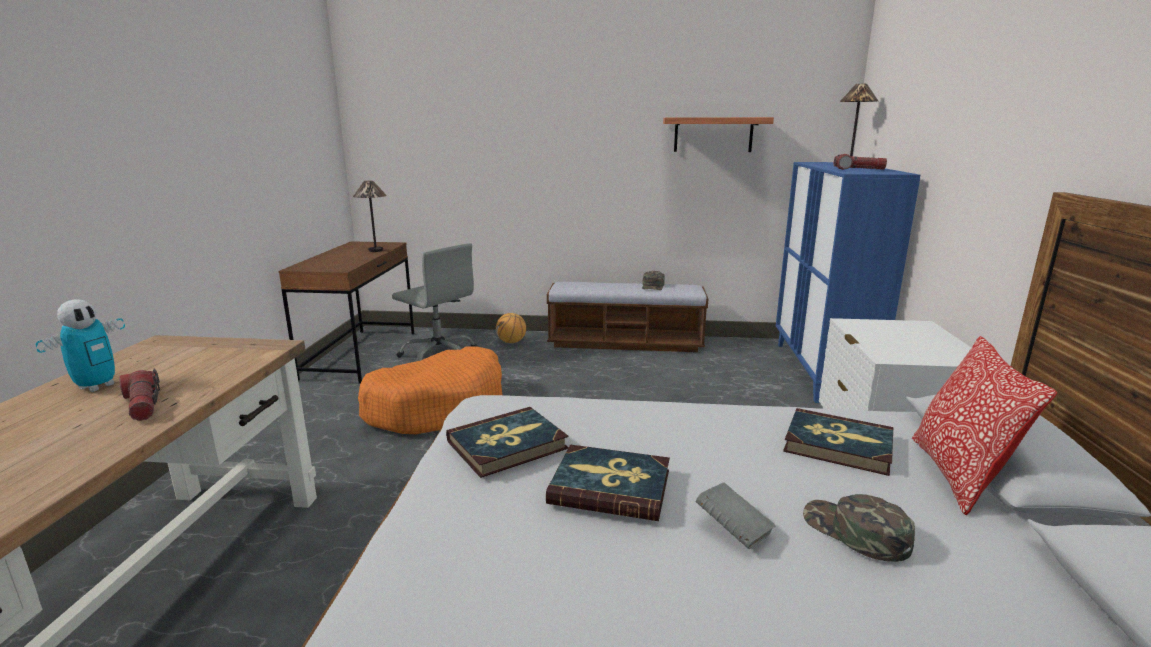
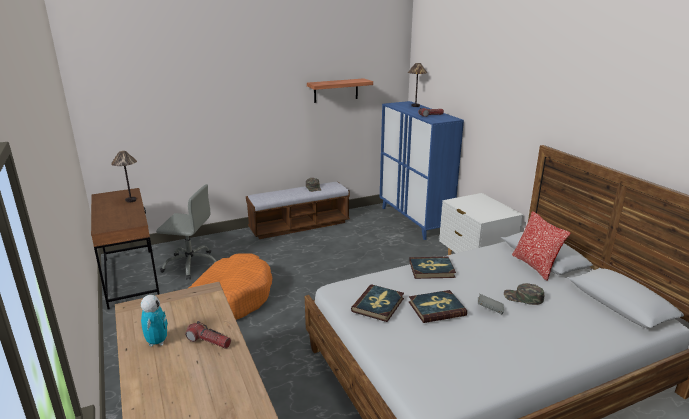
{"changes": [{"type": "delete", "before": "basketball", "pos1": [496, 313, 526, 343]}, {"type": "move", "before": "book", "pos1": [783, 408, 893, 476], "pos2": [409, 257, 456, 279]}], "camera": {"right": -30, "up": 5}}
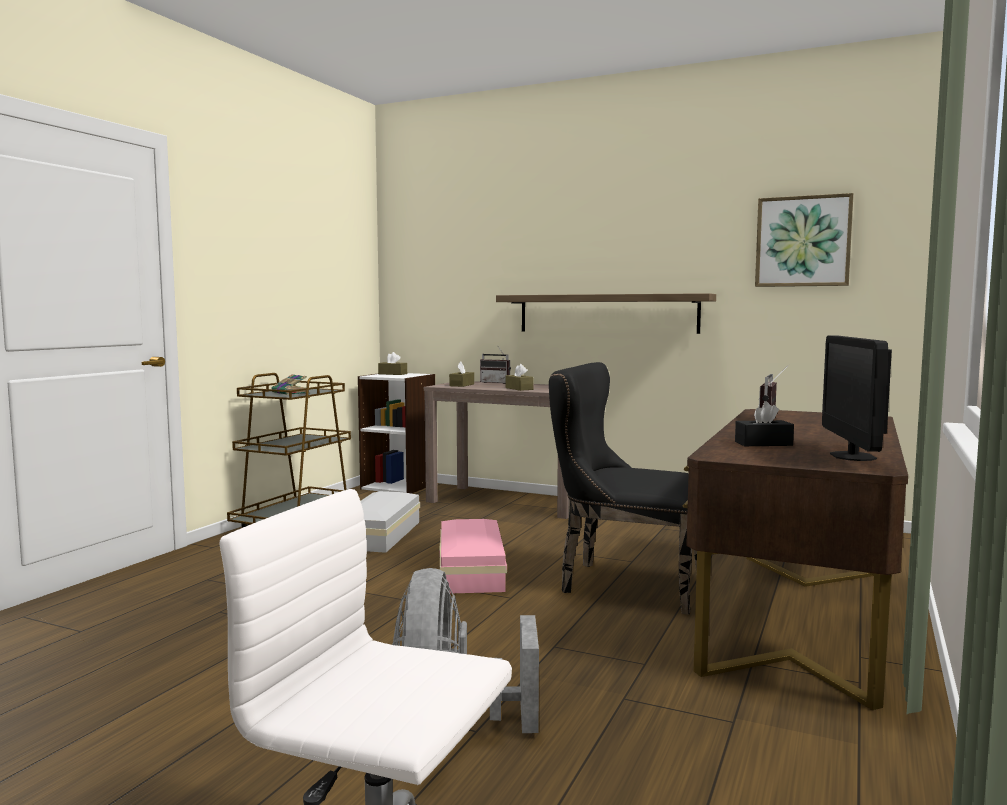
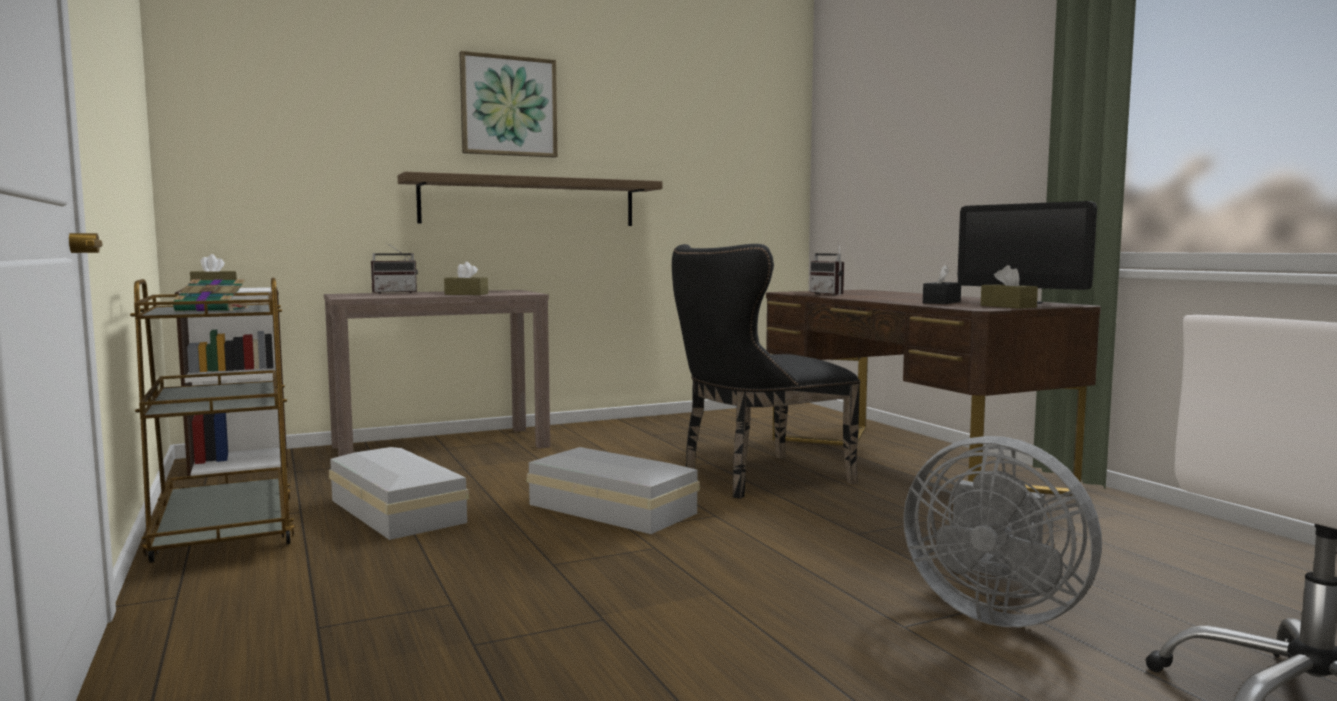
{"changes": [{"type": "move", "before": "tissue box (brown)", "pos1": [449, 362, 474, 387], "pos2": [981, 265, 1038, 309]}, {"type": "move", "before": "picture", "pos1": [755, 193, 854, 287], "pos2": [460, 51, 558, 158]}, {"type": "recolor", "before": "storage box (pink)", "after": "storage box (white)", "pos1": [440, 519, 507, 594], "pos2": [527, 447, 700, 534]}], "camera": {"right": -50, "up": 0}}
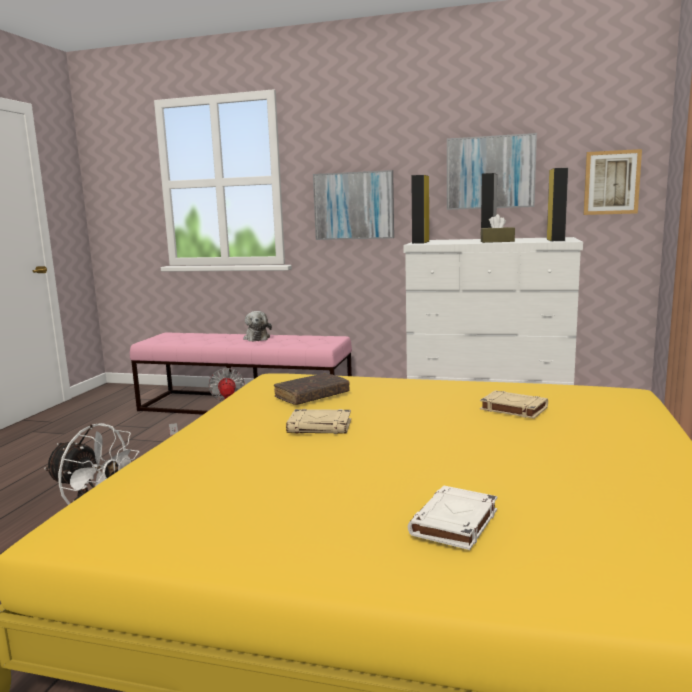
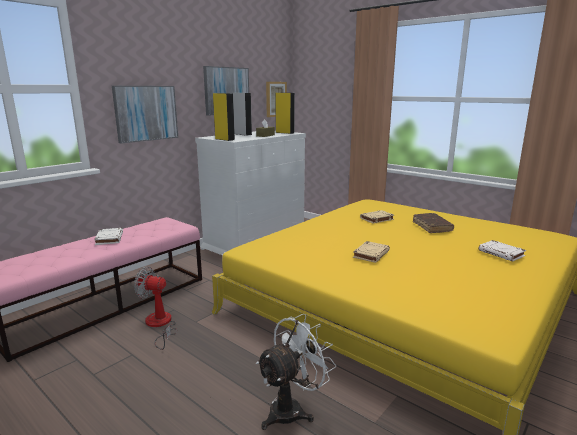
{"changes": [{"type": "move", "before": "book (brown)", "pos1": [274, 373, 350, 405], "pos2": [413, 213, 454, 233]}, {"type": "replace", "before": "plush toy", "after": "book (white)", "pos1": [243, 311, 272, 341], "pos2": [94, 228, 123, 245]}], "camera": {"right": -65, "up": 5}}
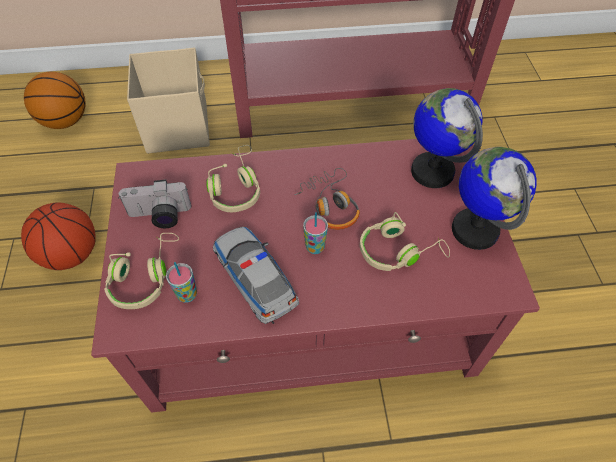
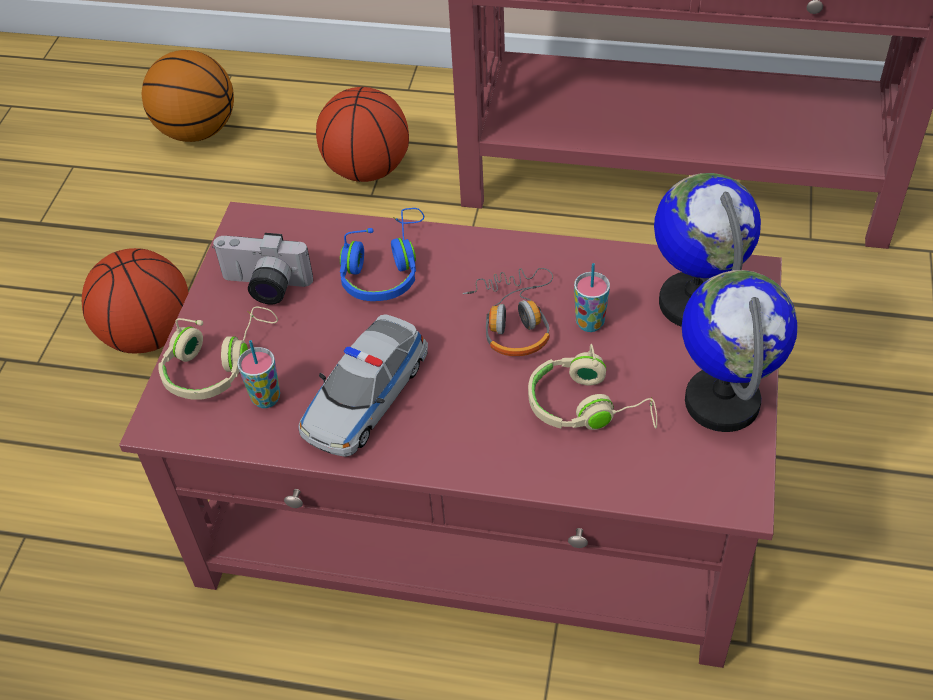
{"changes": [{"type": "move", "before": "cup", "pos1": [303, 212, 328, 254], "pos2": [574, 263, 610, 332]}, {"type": "replace", "before": "storage box (beige)", "after": "basketball", "pos1": [127, 47, 210, 153], "pos2": [316, 87, 409, 182]}, {"type": "recolor", "before": "headphones (beige)", "after": "headphones (blue)", "pos1": [206, 145, 260, 212], "pos2": [340, 208, 424, 301]}, {"type": "rotate", "before": "toy car", "pos1": [213, 227, 299, 324], "pos2": [299, 315, 428, 457], "turn": -135}], "camera": {"right": 20, "up": -5}}
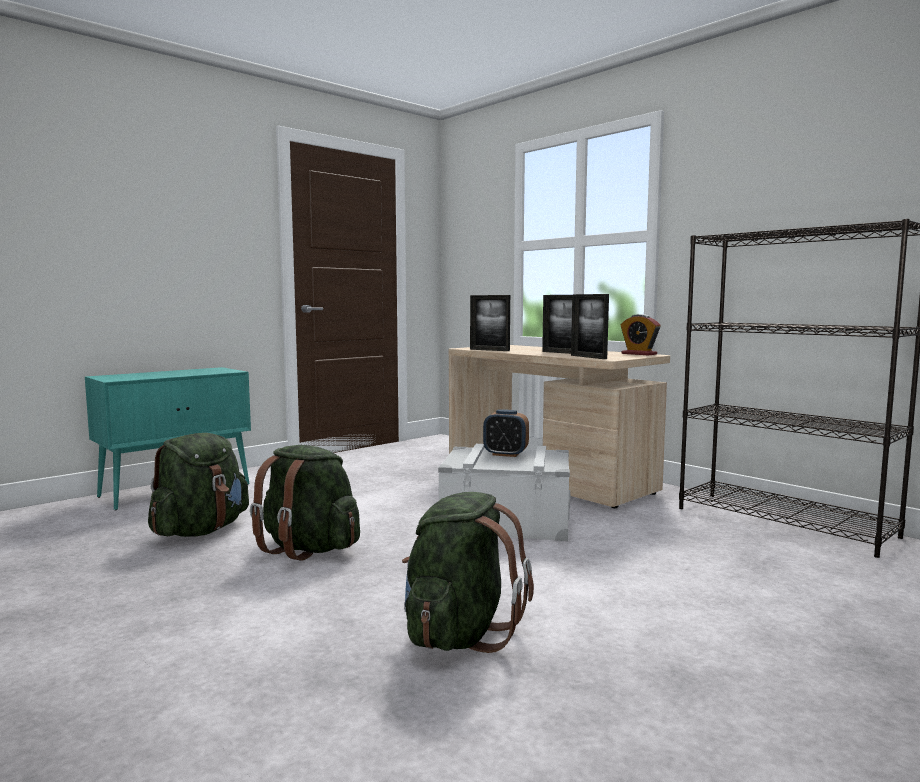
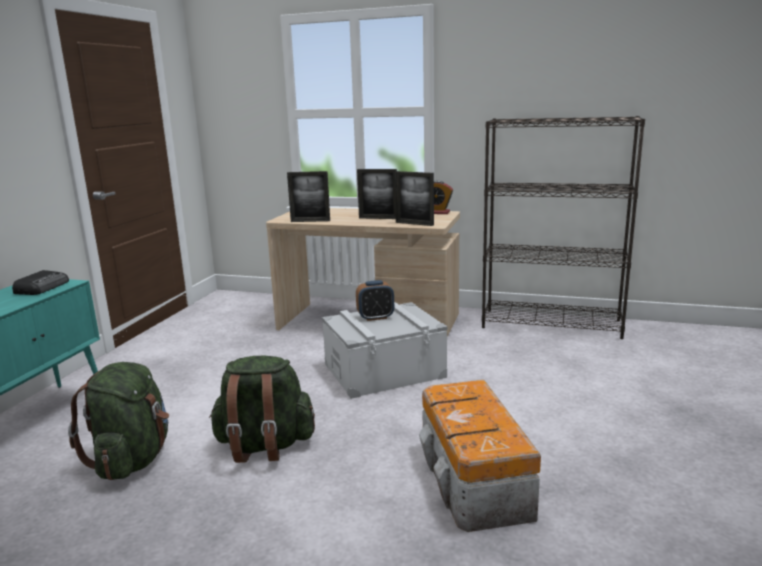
{"changes": [{"type": "insert", "after": "radio", "pos2": [12, 270, 69, 295]}, {"type": "replace", "before": "backpack (green)", "after": "storage box", "pos1": [402, 492, 534, 653], "pos2": [419, 380, 541, 532]}], "camera": {"right": -30, "up": 10}}
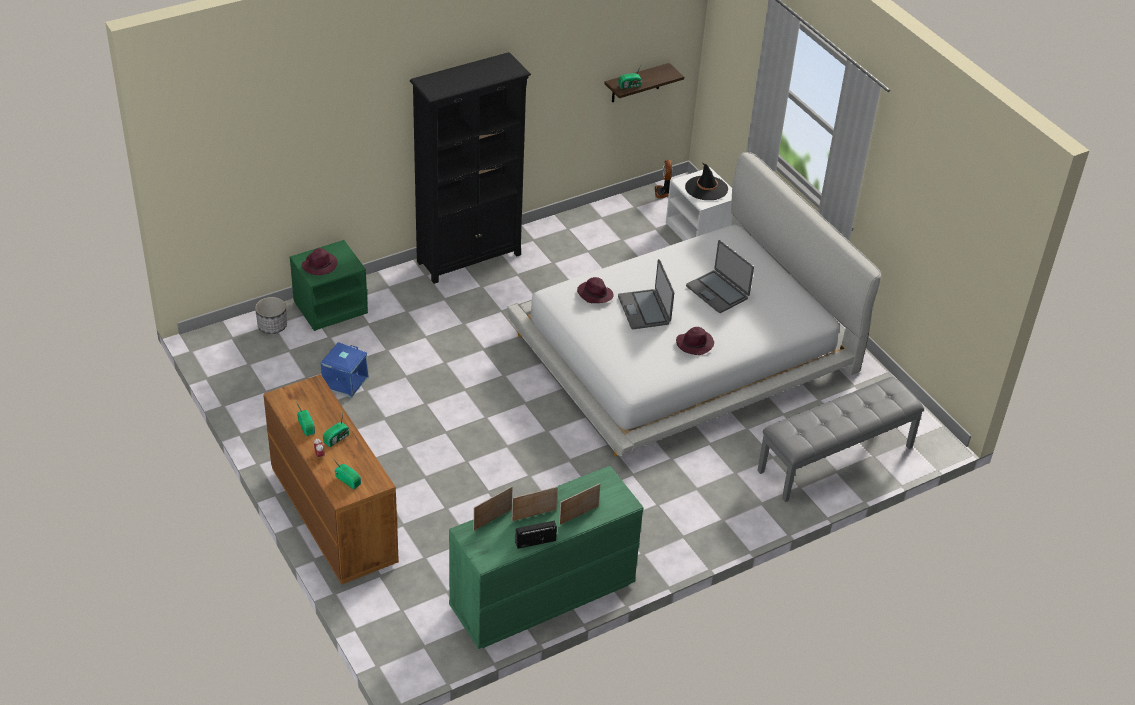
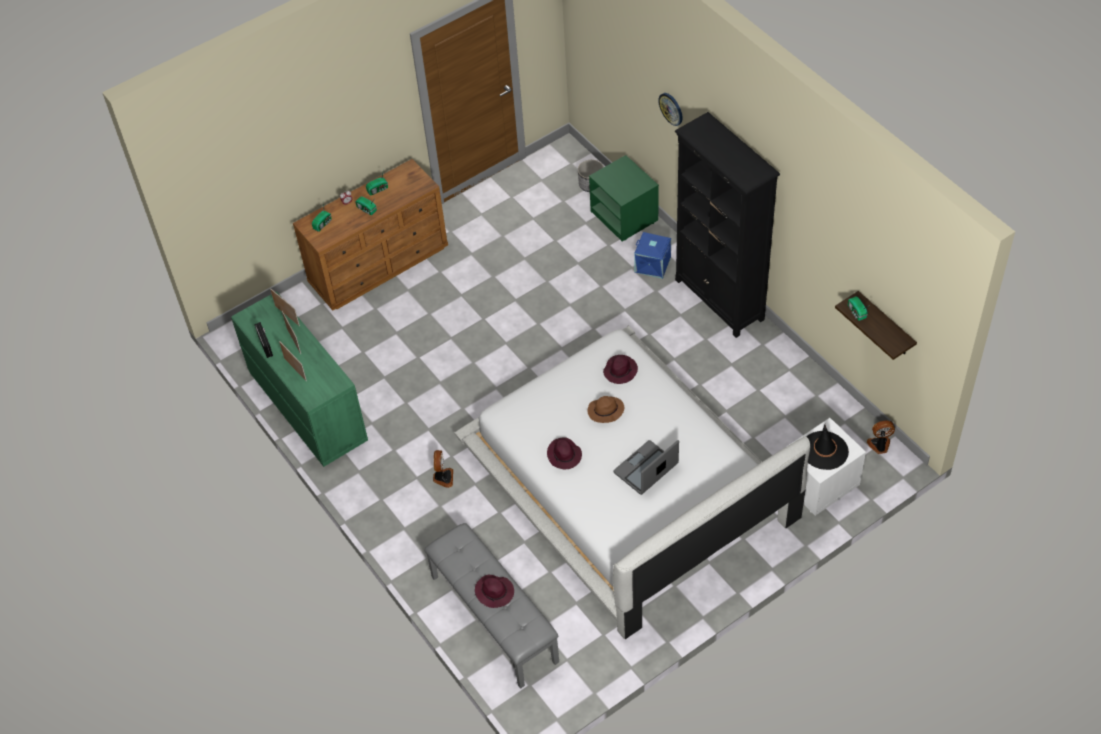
{"changes": [{"type": "insert", "after": "fan", "pos2": [433, 450, 453, 488]}, {"type": "insert", "after": "wall clock", "pos2": [658, 93, 683, 126]}, {"type": "move", "before": "hat (purple)", "pos1": [302, 248, 338, 275], "pos2": [475, 575, 514, 608]}, {"type": "move", "before": "storage box (blue)", "pos1": [321, 342, 369, 398], "pos2": [634, 232, 671, 279]}, {"type": "replace", "before": "laptop", "after": "hat (brown)", "pos1": [618, 259, 674, 329], "pos2": [587, 396, 624, 423]}], "camera": {"right": 90, "up": 10}}
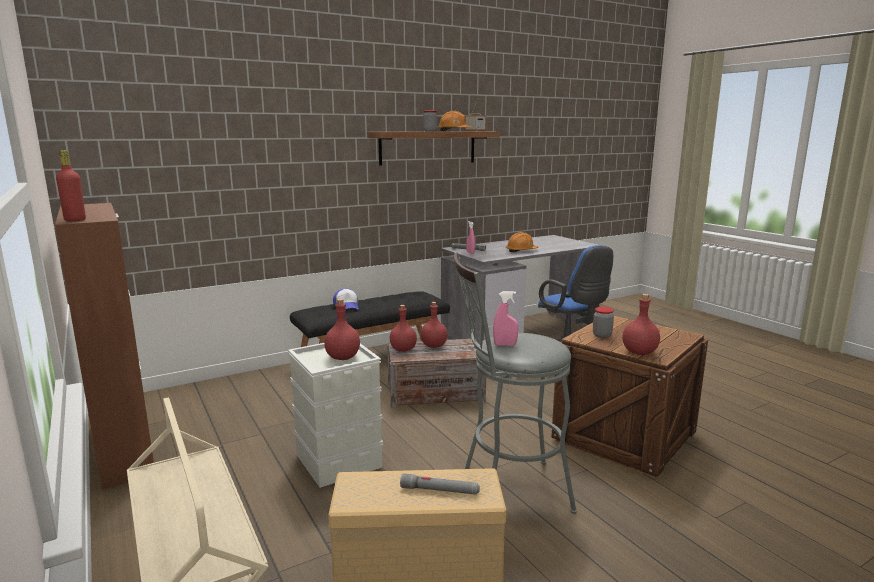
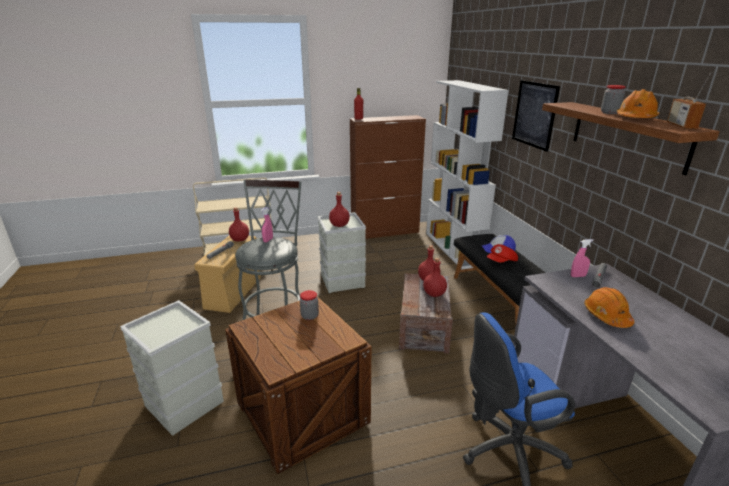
{"changes": [{"type": "insert", "after": "storage box (grey)", "pos2": [120, 300, 224, 436]}, {"type": "insert", "after": "bookcase (white)", "pos2": [426, 80, 509, 270]}, {"type": "insert", "after": "cap (red)", "pos2": [486, 244, 518, 263]}, {"type": "insert", "after": "picture", "pos2": [512, 80, 560, 152]}, {"type": "move", "before": "bottle (red)", "pos1": [623, 294, 660, 355], "pos2": [229, 207, 249, 242]}], "camera": {"right": 105, "up": 10}}
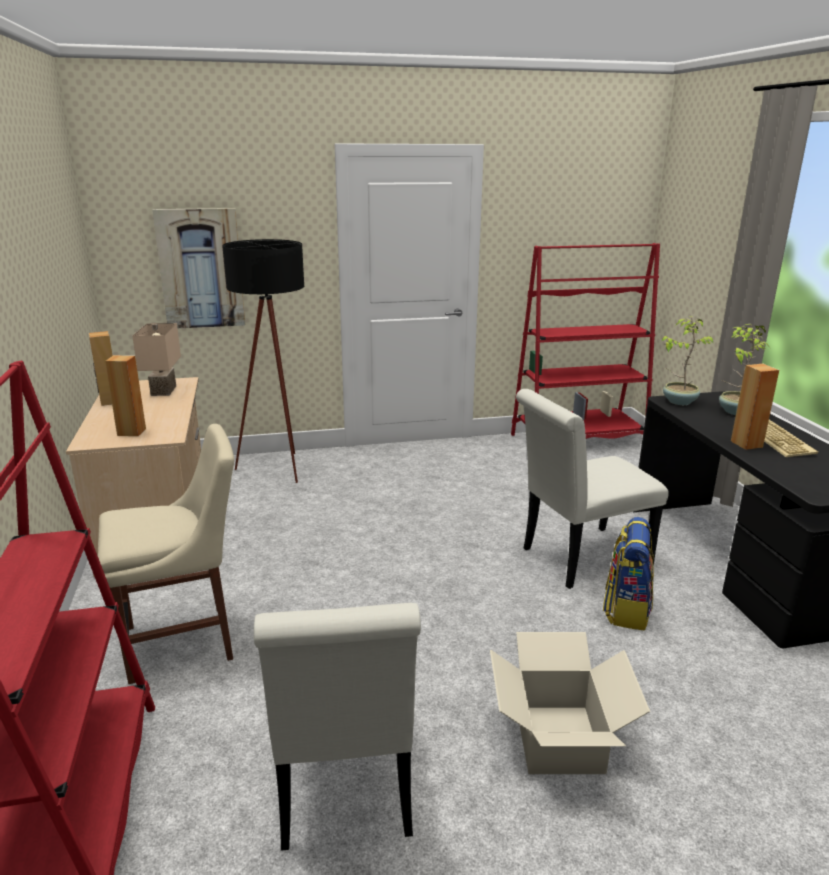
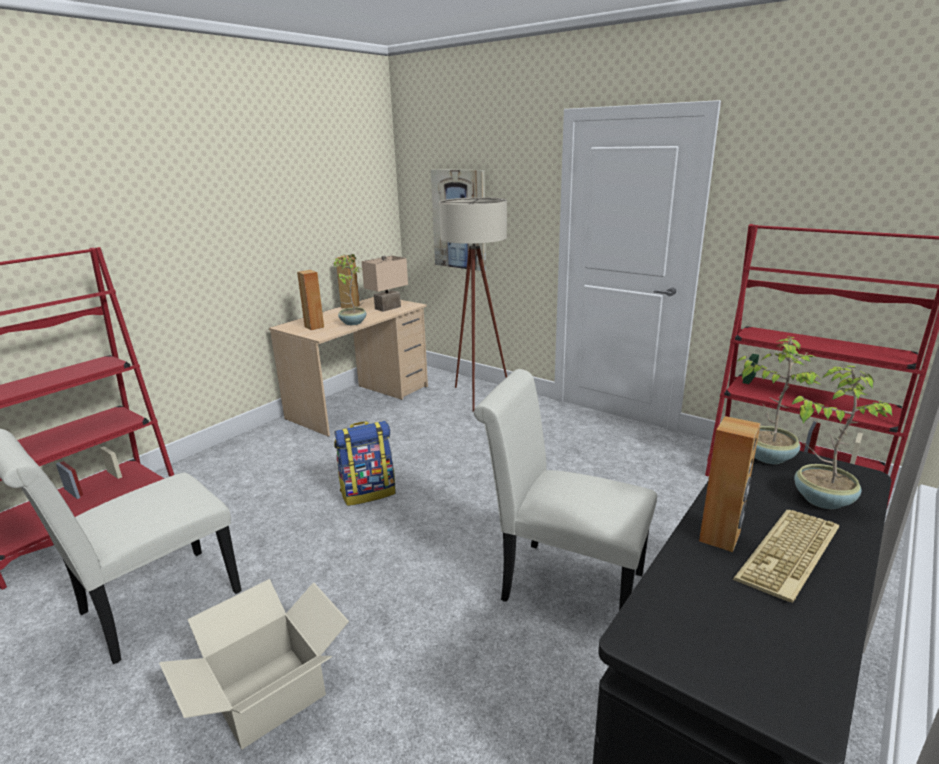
{"changes": [{"type": "delete", "before": "chair (beige)", "pos1": [98, 424, 234, 684]}, {"type": "insert", "after": "potted plant", "pos2": [334, 254, 366, 325]}, {"type": "move", "before": "backpack", "pos1": [603, 517, 654, 631], "pos2": [334, 421, 396, 506]}, {"type": "recolor", "before": "floor lamp (black)", "after": "floor lamp (beige)", "pos1": [222, 239, 304, 483], "pos2": [439, 197, 507, 412]}], "camera": {"right": 50, "up": 0}}
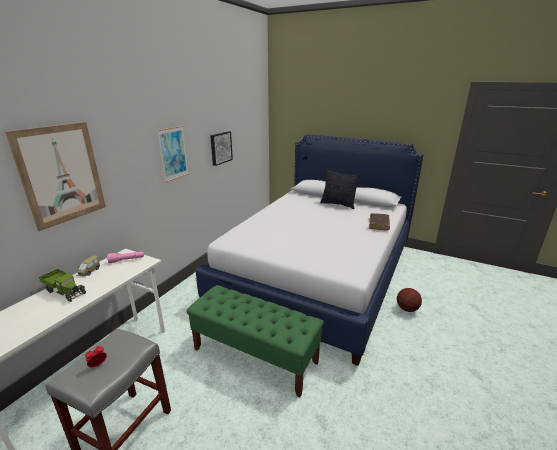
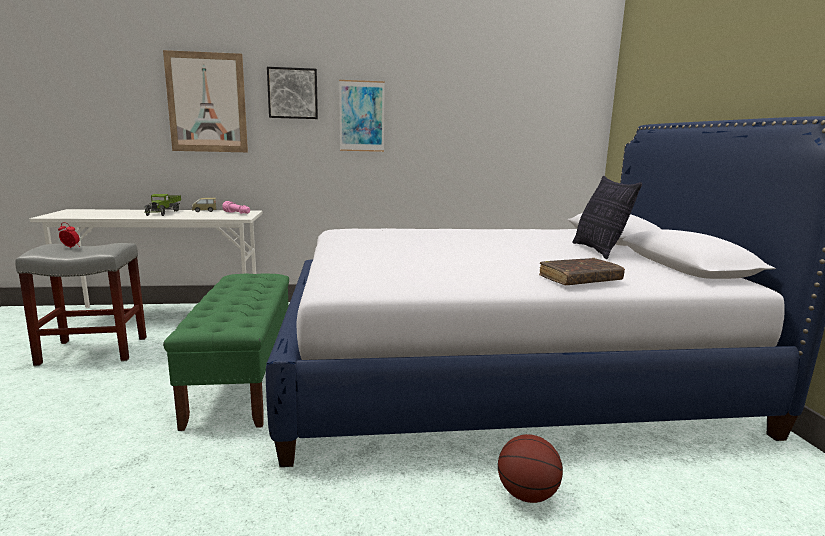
{"changes": [{"type": "move", "before": "picture", "pos1": [210, 131, 233, 166], "pos2": [267, 67, 318, 119]}], "camera": {"right": 55, "up": -10}}
